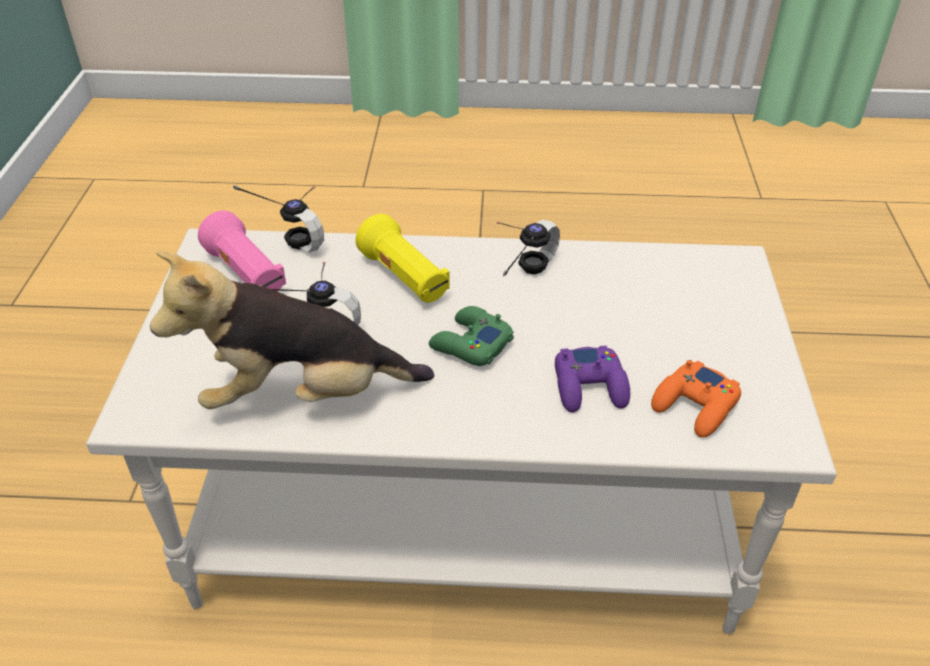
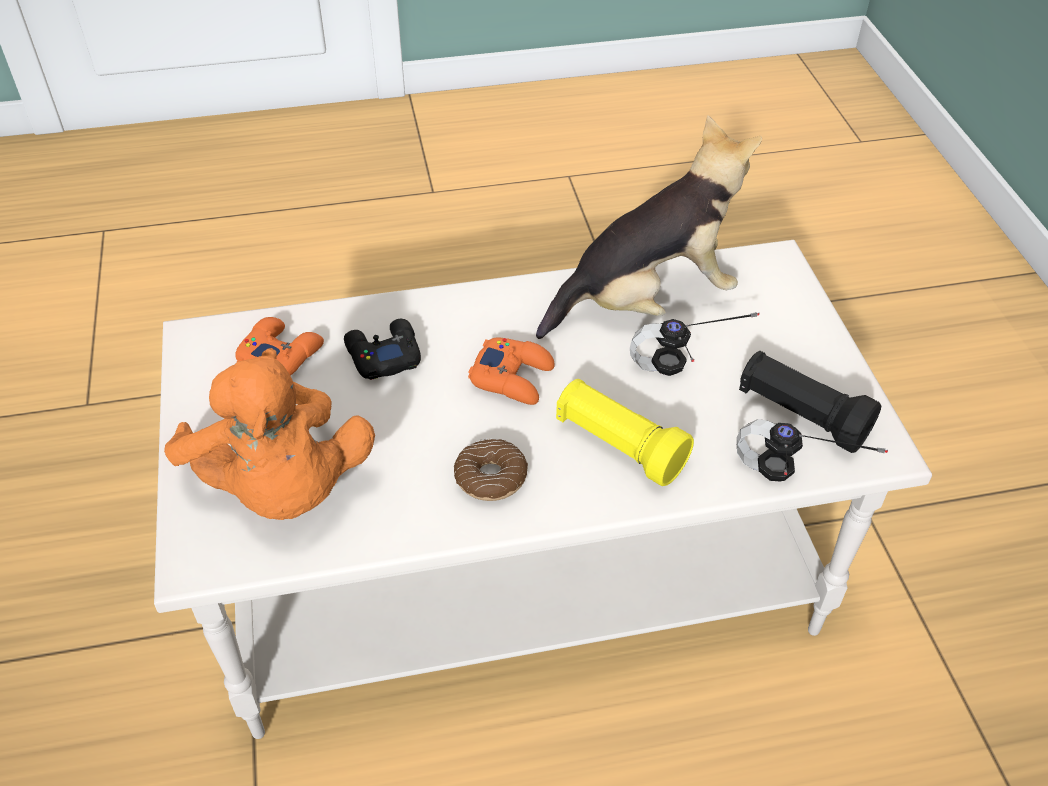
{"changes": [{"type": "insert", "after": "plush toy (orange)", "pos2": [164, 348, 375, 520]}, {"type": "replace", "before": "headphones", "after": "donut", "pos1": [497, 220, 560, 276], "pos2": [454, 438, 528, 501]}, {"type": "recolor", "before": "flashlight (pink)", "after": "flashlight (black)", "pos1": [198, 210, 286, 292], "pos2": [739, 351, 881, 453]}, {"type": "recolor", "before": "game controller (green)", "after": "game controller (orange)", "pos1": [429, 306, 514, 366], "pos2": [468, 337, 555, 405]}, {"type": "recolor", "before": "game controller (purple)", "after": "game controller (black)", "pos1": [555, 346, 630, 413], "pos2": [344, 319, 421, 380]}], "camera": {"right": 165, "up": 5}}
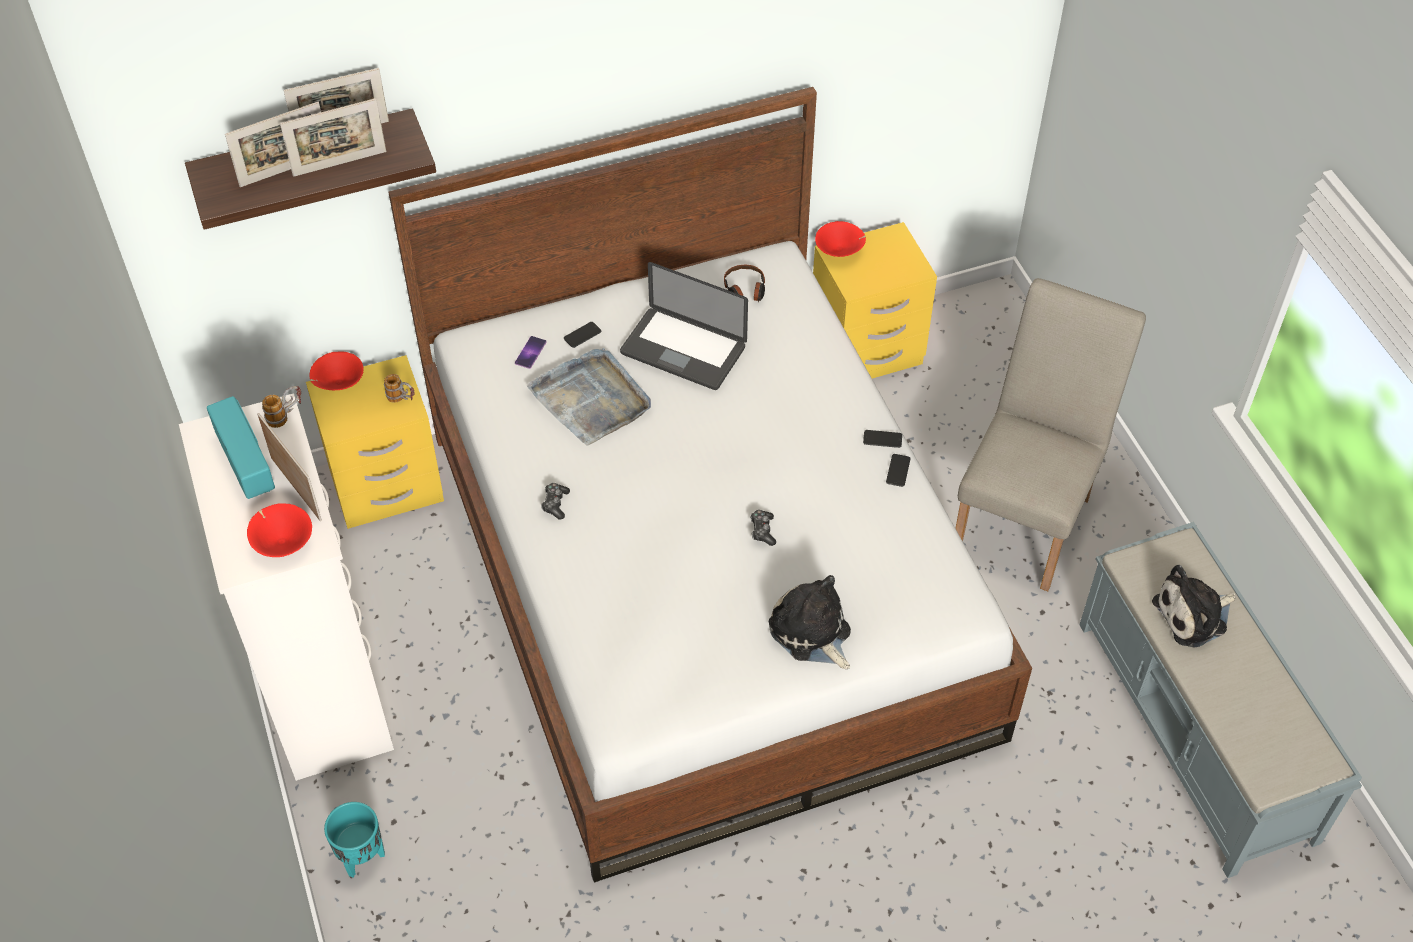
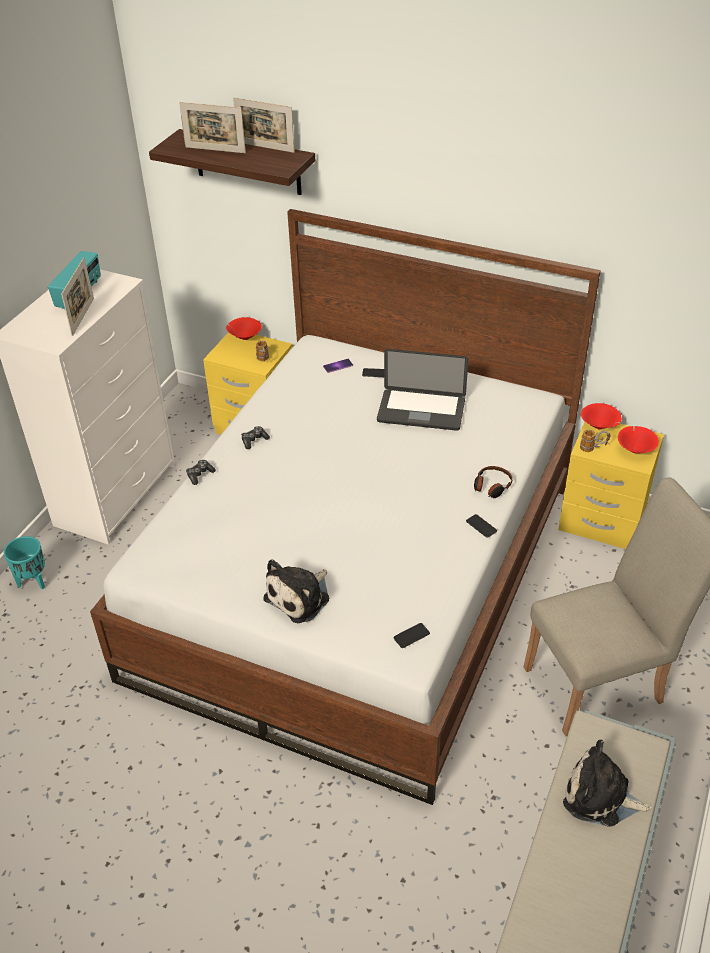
{"changes": [{"type": "delete", "before": "picture frame", "pos1": [280, 98, 386, 177]}, {"type": "delete", "before": "tray (grey)", "pos1": [527, 348, 651, 446]}, {"type": "move", "before": "bowl (red)", "pos1": [247, 503, 312, 557], "pos2": [618, 426, 659, 453]}, {"type": "move", "before": "mug", "pos1": [262, 386, 301, 428], "pos2": [580, 430, 611, 452]}, {"type": "move", "before": "headphones", "pos1": [724, 265, 765, 302], "pos2": [474, 466, 512, 498]}, {"type": "move", "before": "game controller", "pos1": [750, 510, 776, 546], "pos2": [186, 460, 216, 485]}, {"type": "move", "before": "phone", "pos1": [886, 454, 910, 487], "pos2": [393, 623, 430, 648]}, {"type": "rotate", "before": "laptop", "pos1": [620, 262, 748, 390], "pos2": [377, 349, 468, 431], "turn": -60}, {"type": "rotate", "before": "plush toy", "pos1": [769, 575, 851, 669], "pos2": [263, 559, 329, 623], "turn": -150}], "camera": {"right": 45, "up": -10}}
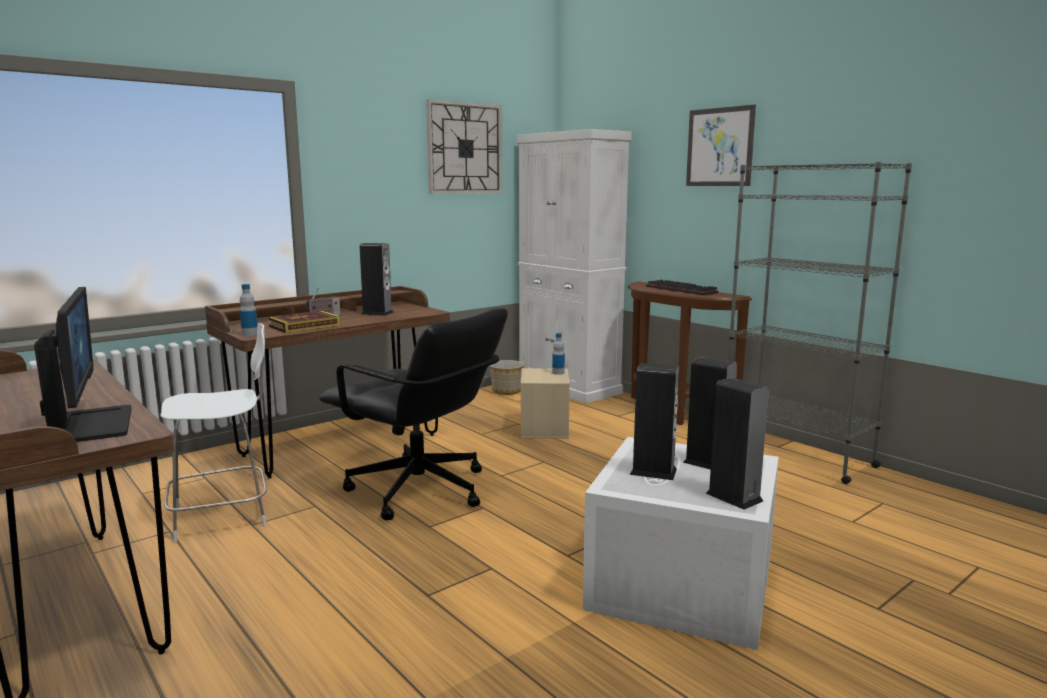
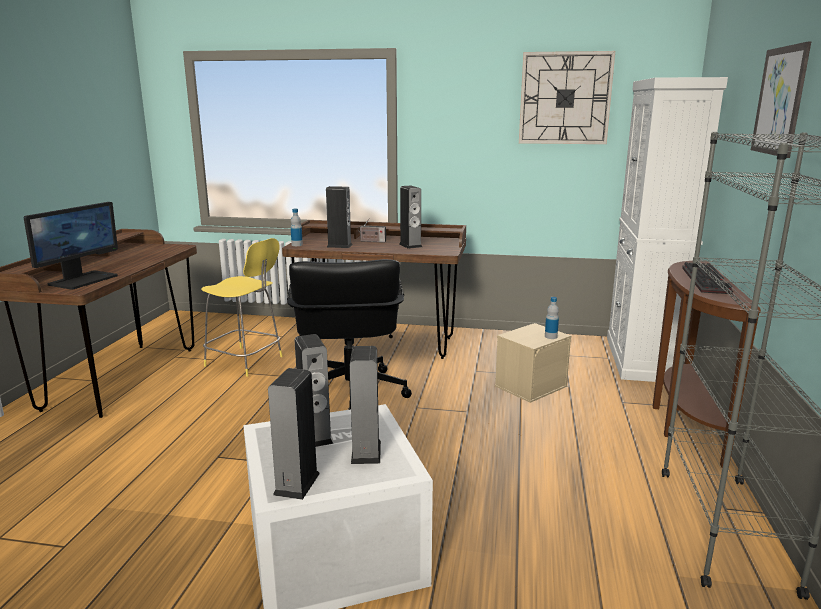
{"changes": [{"type": "delete", "before": "planter", "pos1": [490, 360, 524, 395]}, {"type": "replace", "before": "book", "after": "speaker", "pos1": [268, 311, 341, 333], "pos2": [326, 186, 353, 248]}, {"type": "recolor", "before": "stool (white)", "after": "stool (yellow)", "pos1": [160, 323, 267, 542], "pos2": [201, 238, 283, 377]}], "camera": {"right": 50, "up": 5}}
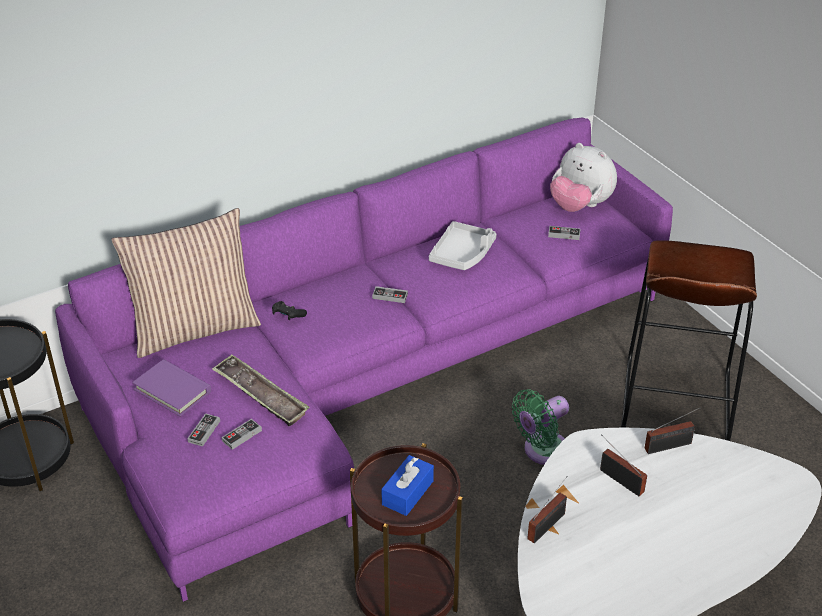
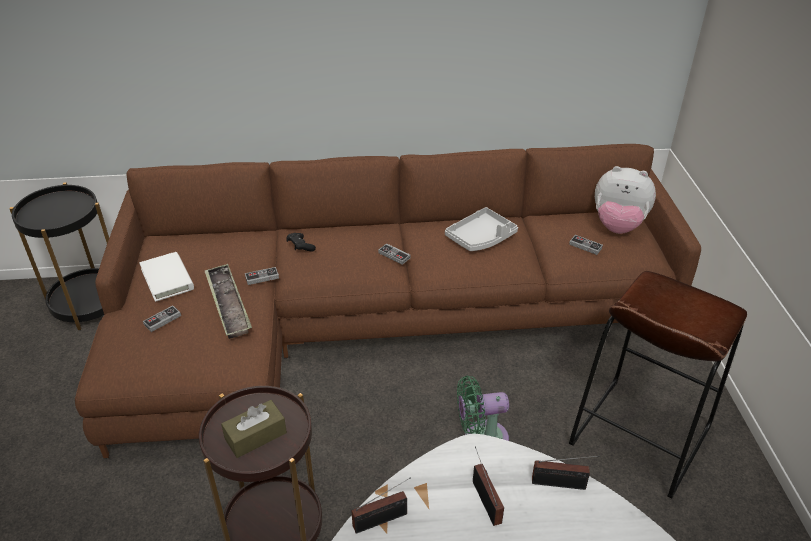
{"changes": [{"type": "delete", "before": "pillow", "pos1": [111, 208, 261, 358]}, {"type": "move", "before": "game controller", "pos1": [222, 419, 262, 450], "pos2": [245, 267, 279, 285]}, {"type": "recolor", "before": "sofa (purple)", "after": "sofa (brown)", "pos1": [55, 118, 673, 602], "pos2": [75, 144, 701, 459]}, {"type": "recolor", "before": "book (purple)", "after": "book (white)", "pos1": [132, 359, 211, 416], "pos2": [139, 252, 194, 302]}, {"type": "recolor", "before": "tissue box (blue)", "after": "tissue box (brown)", "pos1": [381, 455, 434, 516], "pos2": [221, 400, 287, 458]}, {"type": "rotate", "before": "plush toy", "pos1": [550, 143, 617, 212], "pos2": [595, 166, 656, 234], "turn": -45}], "camera": {"right": 25, "up": 0}}
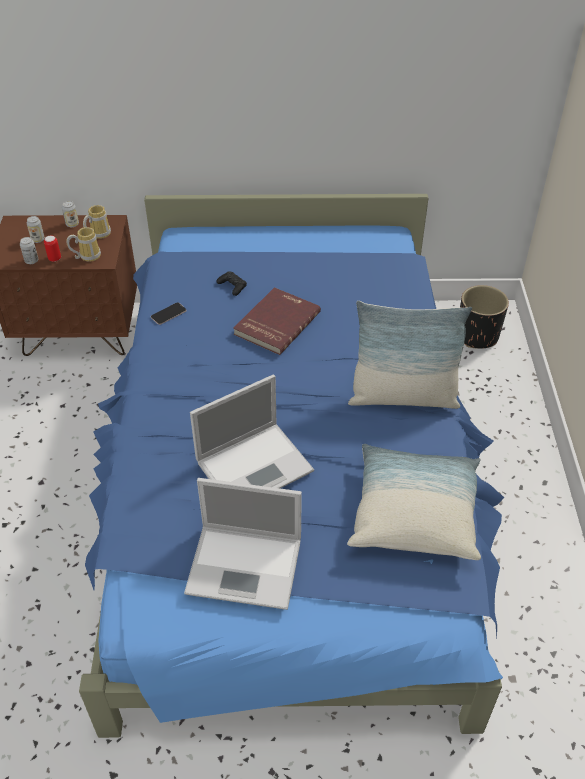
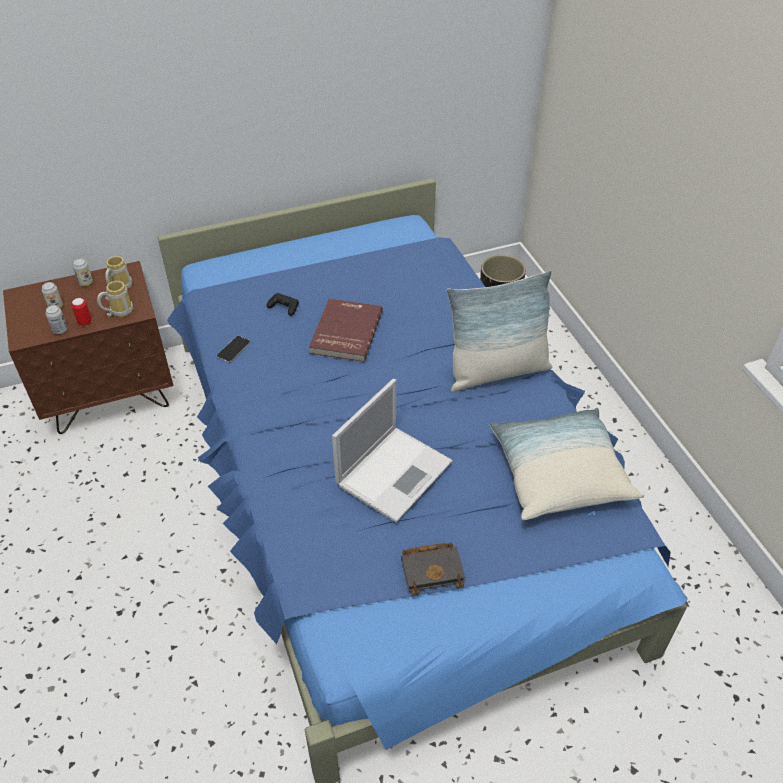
{"changes": [{"type": "replace", "before": "laptop", "after": "book (black)", "pos1": [184, 478, 302, 610], "pos2": [401, 542, 465, 595]}], "camera": {"right": -20, "up": 0}}
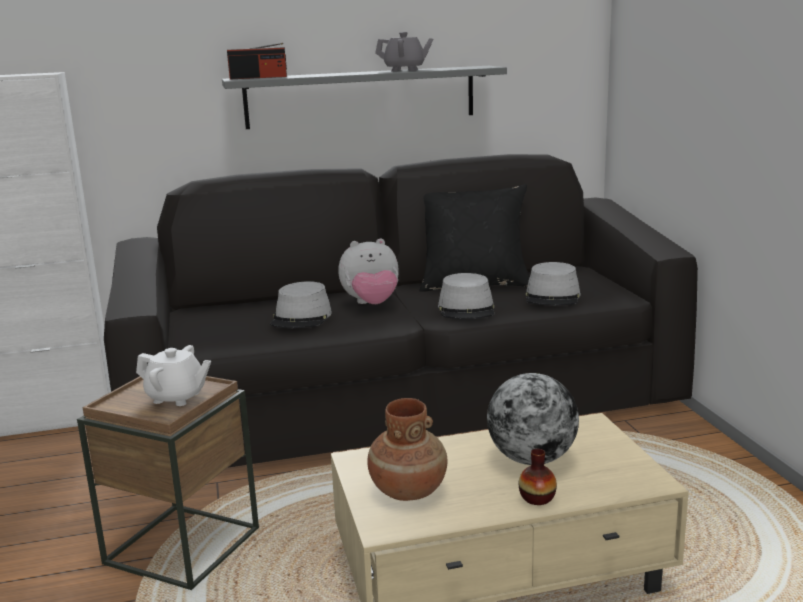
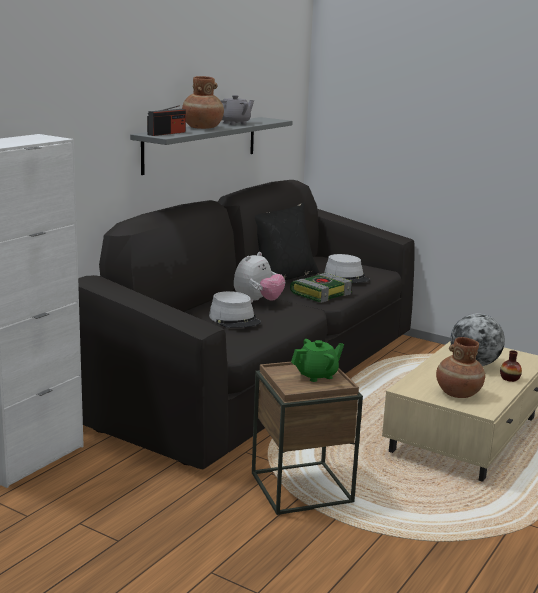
{"changes": [{"type": "insert", "after": "vase (brown)", "pos2": [182, 76, 224, 129]}, {"type": "replace", "before": "hat (grey)", "after": "book", "pos1": [438, 273, 494, 319], "pos2": [290, 273, 352, 303]}, {"type": "recolor", "before": "teapot (white)", "after": "teapot (green)", "pos1": [136, 345, 211, 406], "pos2": [291, 339, 344, 382]}], "camera": {"right": -45, "up": 0}}
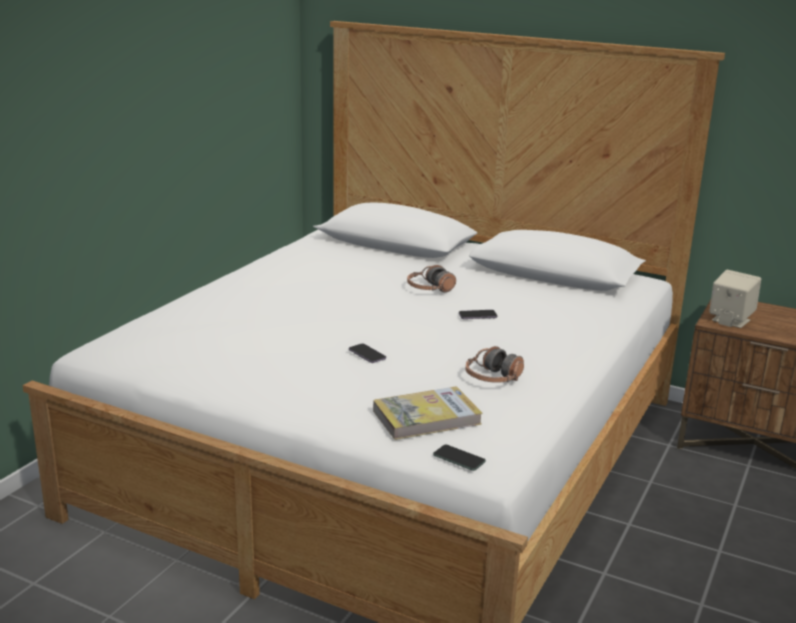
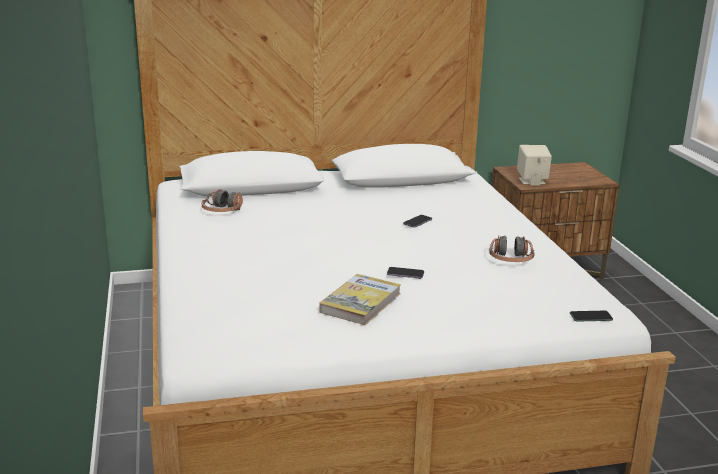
{"changes": [{"type": "move", "before": "book", "pos1": [373, 386, 483, 440], "pos2": [320, 274, 401, 325]}, {"type": "move", "before": "headphones", "pos1": [407, 265, 456, 292], "pos2": [202, 189, 243, 212]}], "camera": {"right": -40, "up": 0}}
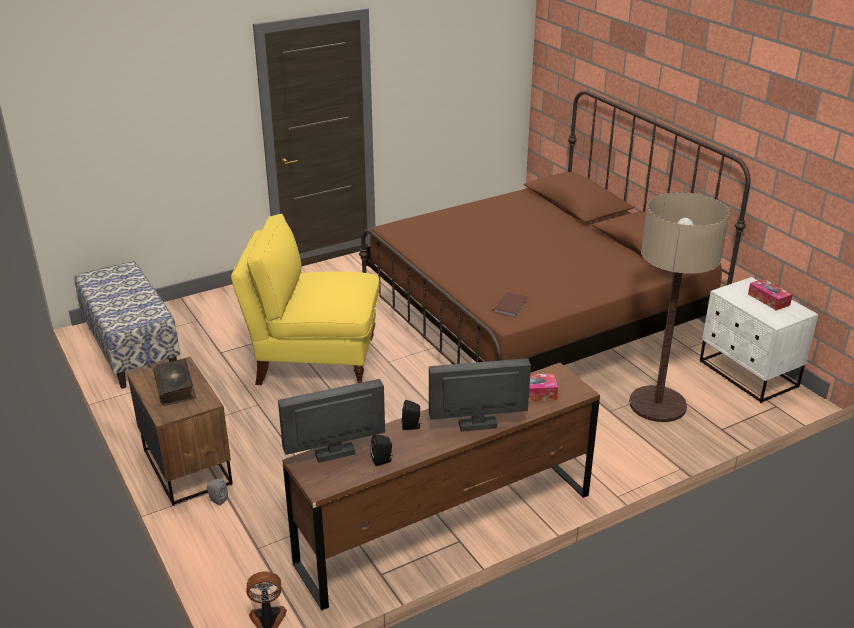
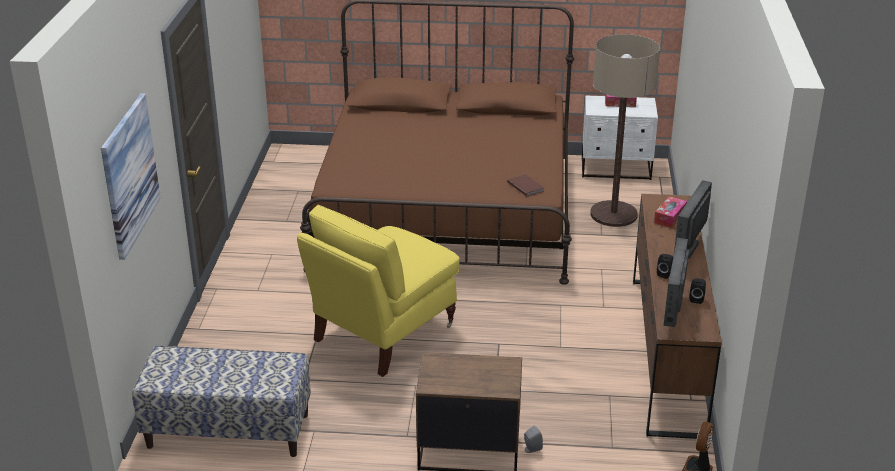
{"changes": [{"type": "delete", "before": "book", "pos1": [153, 359, 196, 406]}, {"type": "insert", "after": "picture", "pos2": [101, 93, 161, 260]}], "camera": {"right": -55, "up": 0}}
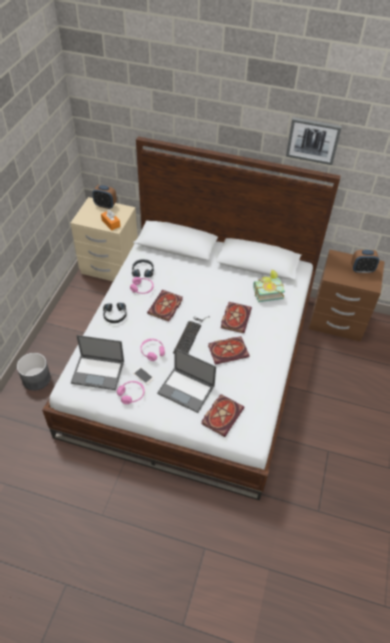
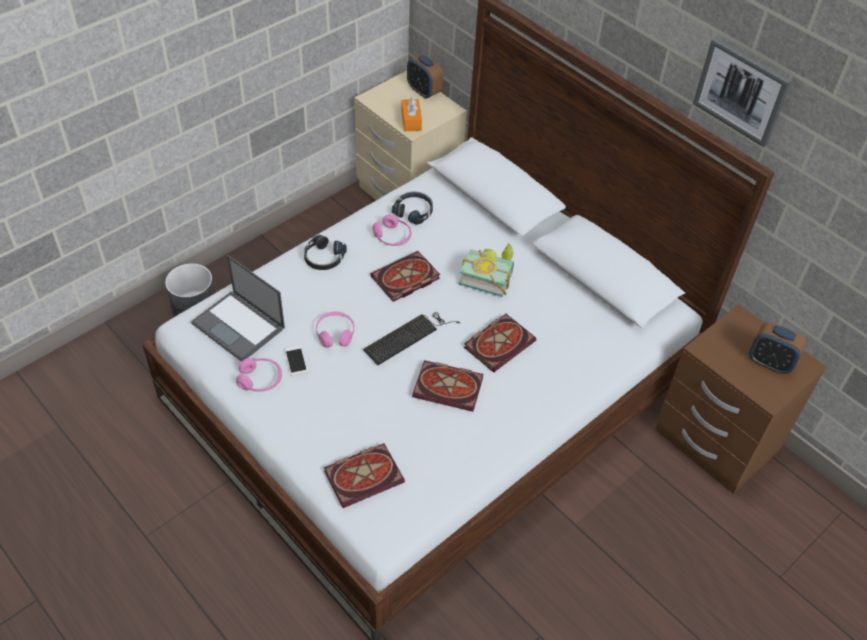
{"changes": [{"type": "delete", "before": "laptop", "pos1": [157, 348, 216, 413]}, {"type": "move", "before": "book", "pos1": [253, 270, 285, 302], "pos2": [459, 243, 514, 297]}], "camera": {"right": 30, "up": 0}}
